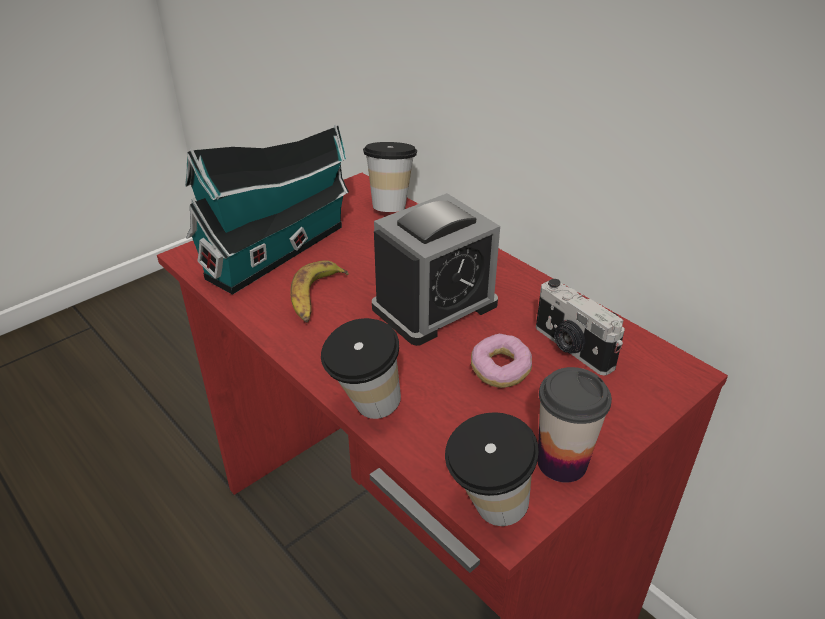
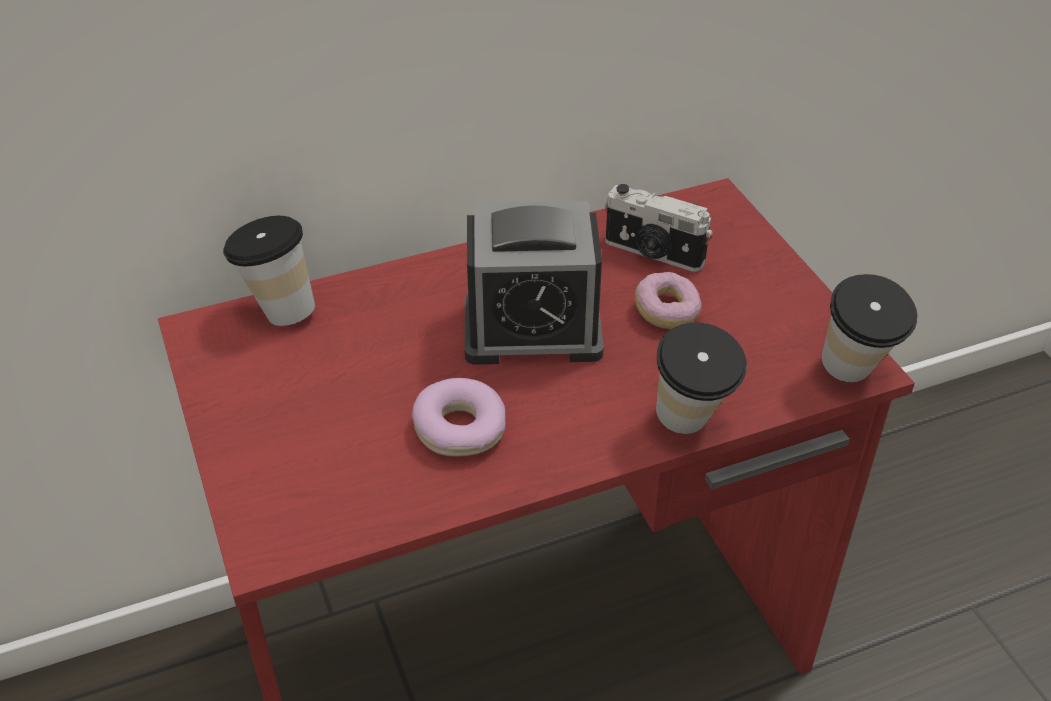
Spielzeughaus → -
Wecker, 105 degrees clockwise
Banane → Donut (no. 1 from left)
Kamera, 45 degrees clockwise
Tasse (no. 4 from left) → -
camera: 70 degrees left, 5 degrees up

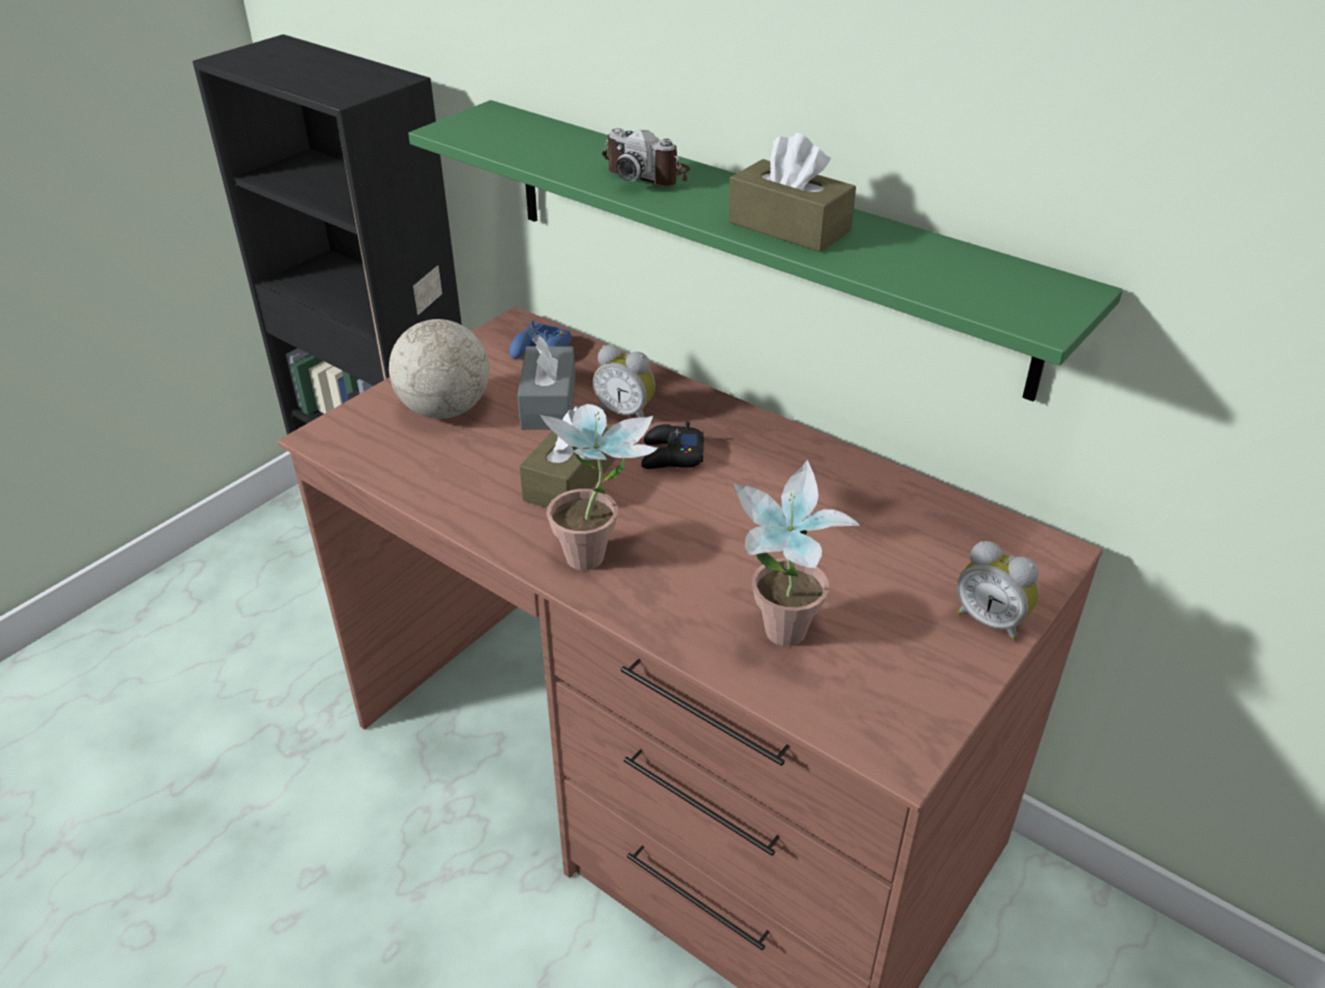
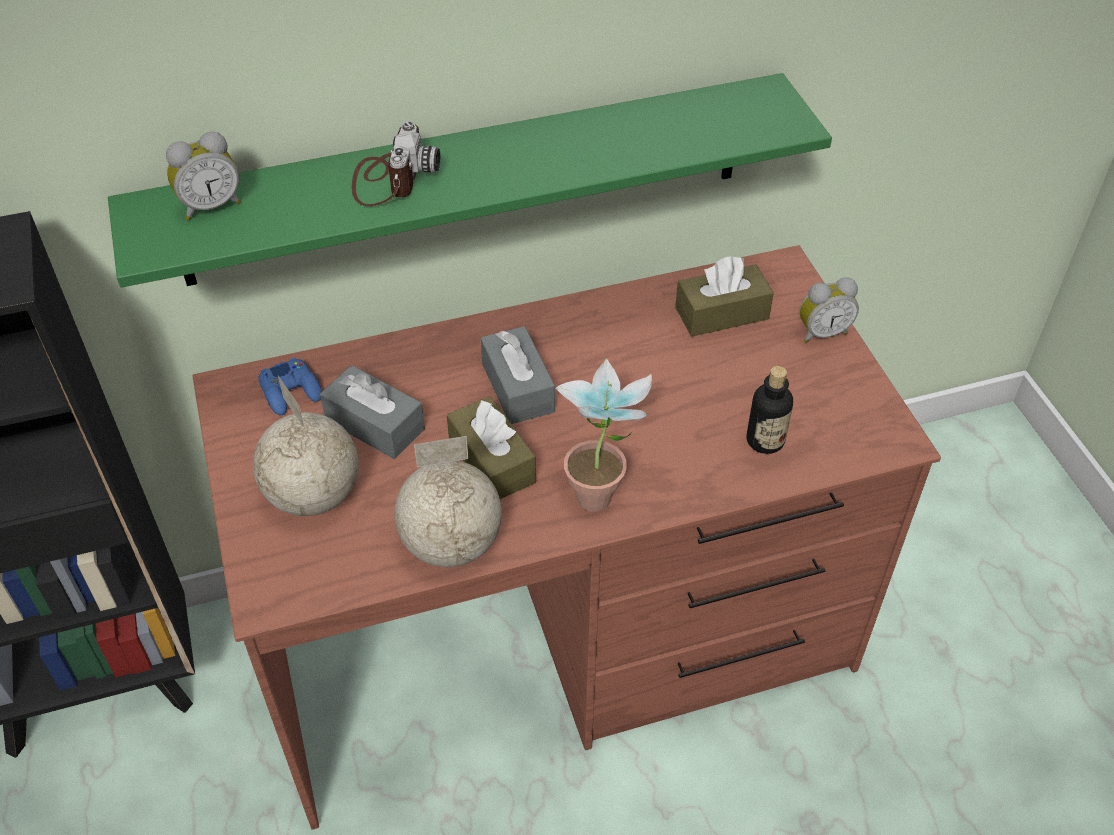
Kamera, 60 degrees counterclockwise
Taschentuchbox/braun (no. 2 from left), shifted
Wecker (no. 1 from left), shifted
Gamepad/schwarz → Taschentuchbox/grau (no. 2 from left)
Topfpflanze (no. 2 from left) → Flasche
- → Globus (no. 2 from left)
camera: 55 degrees left, 10 degrees up

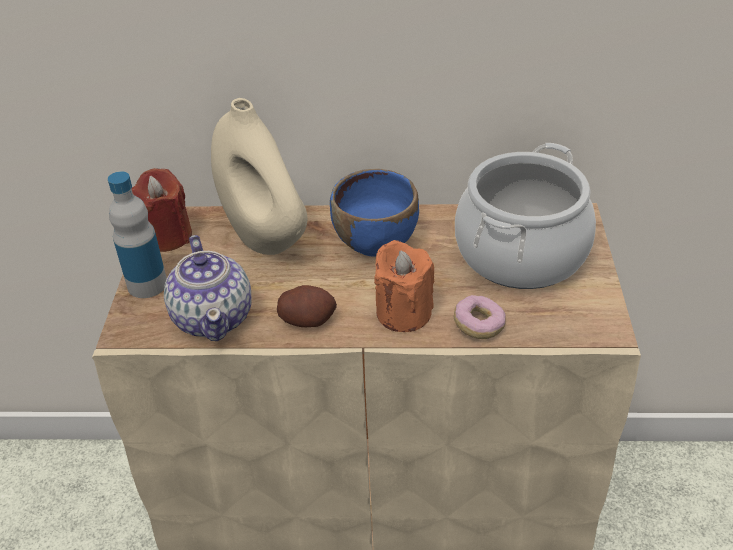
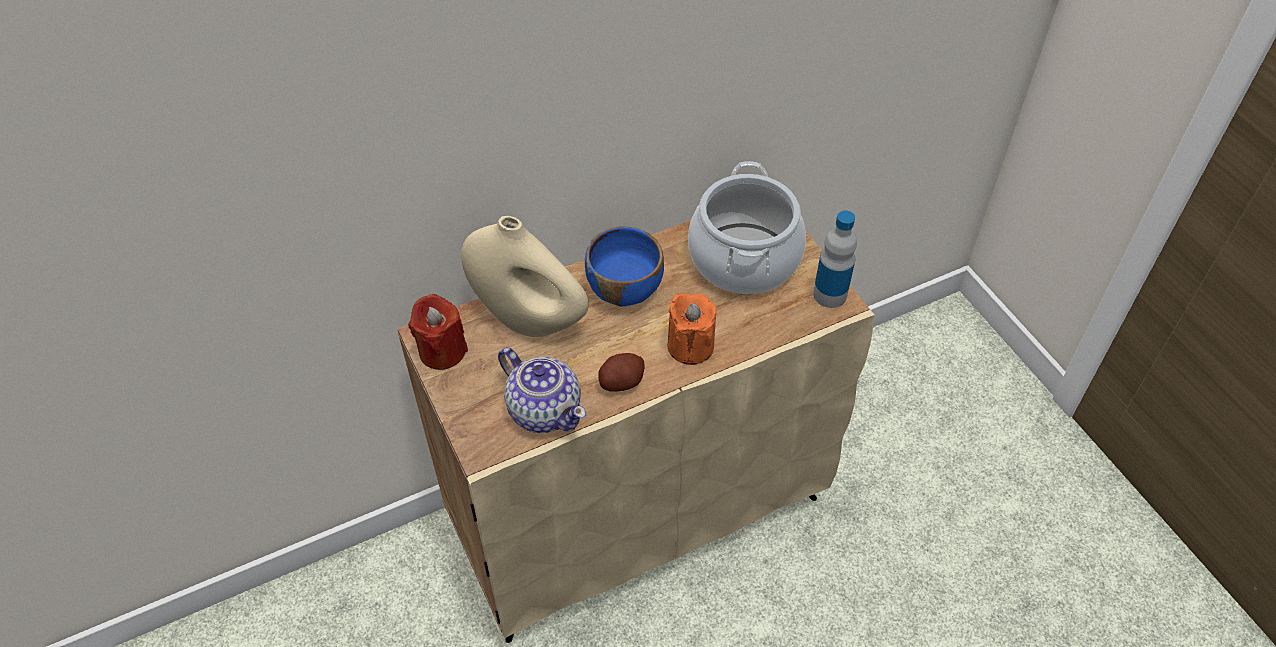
Flasche, shifted
Donut → -
camera: 30 degrees left, 10 degrees up

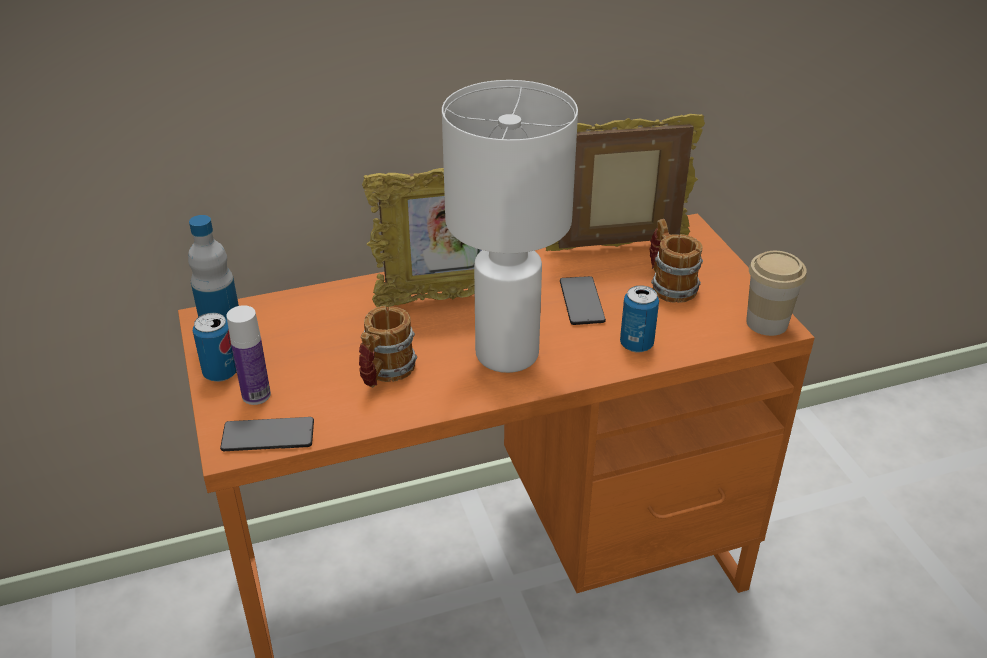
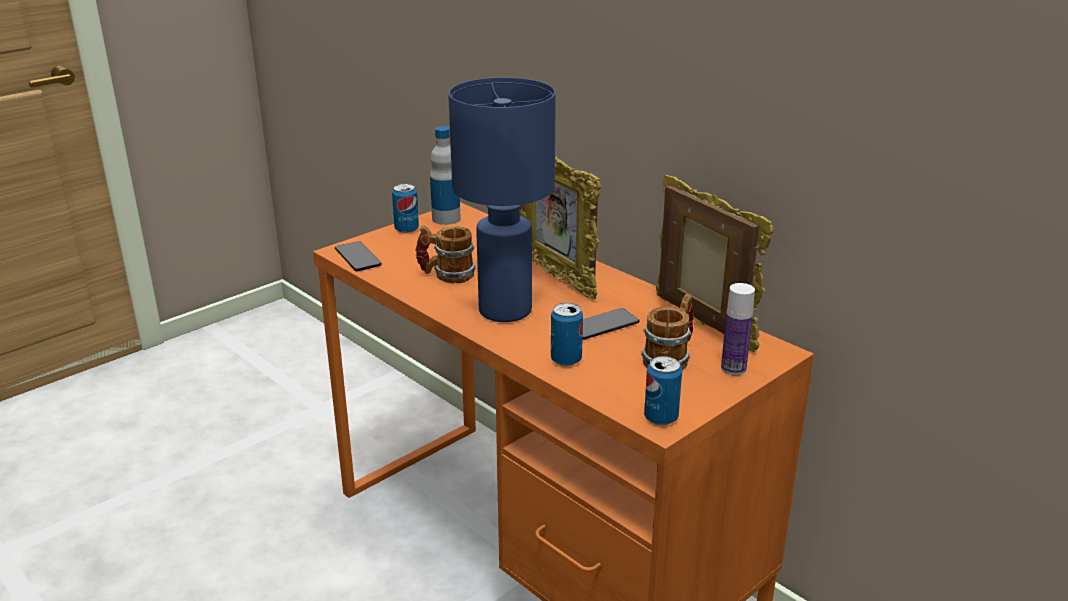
Tischlampe/weiß → Tischlampe/blau
Tasse → Dose (no. 3 from left)
Flasche (no. 2 from left), shifted
camera: 65 degrees right, 10 degrees down

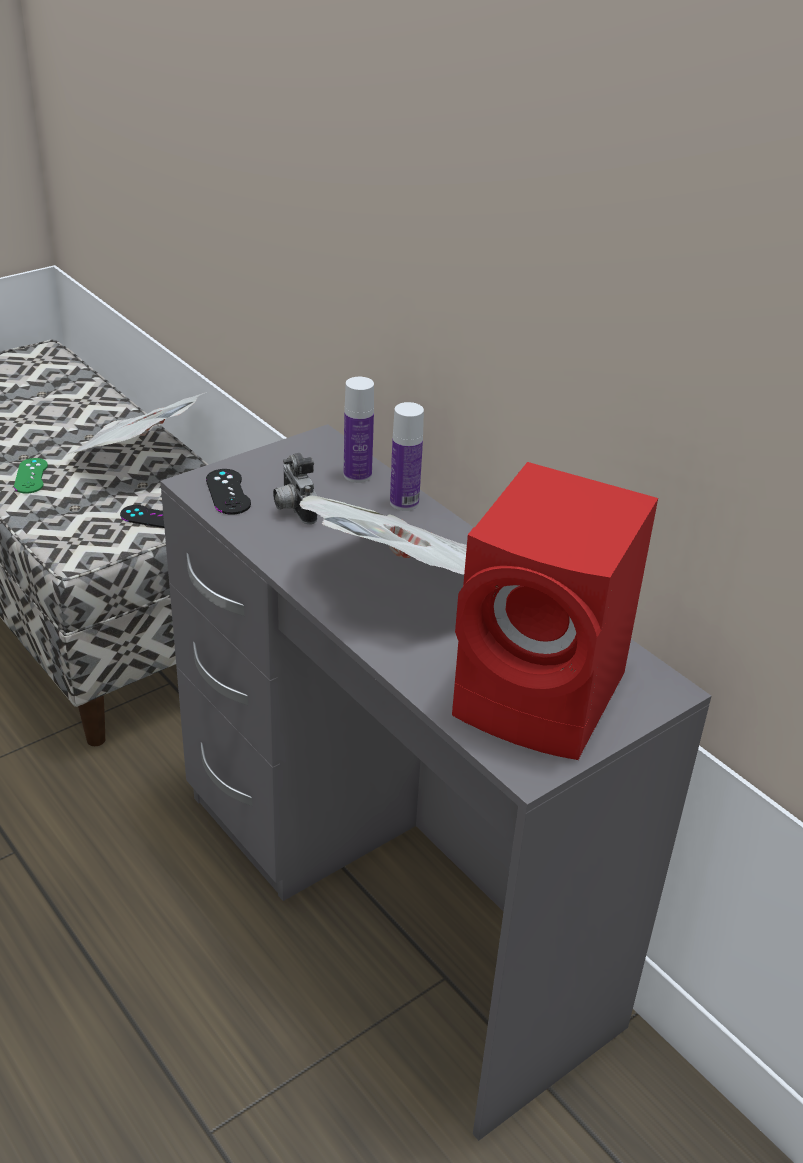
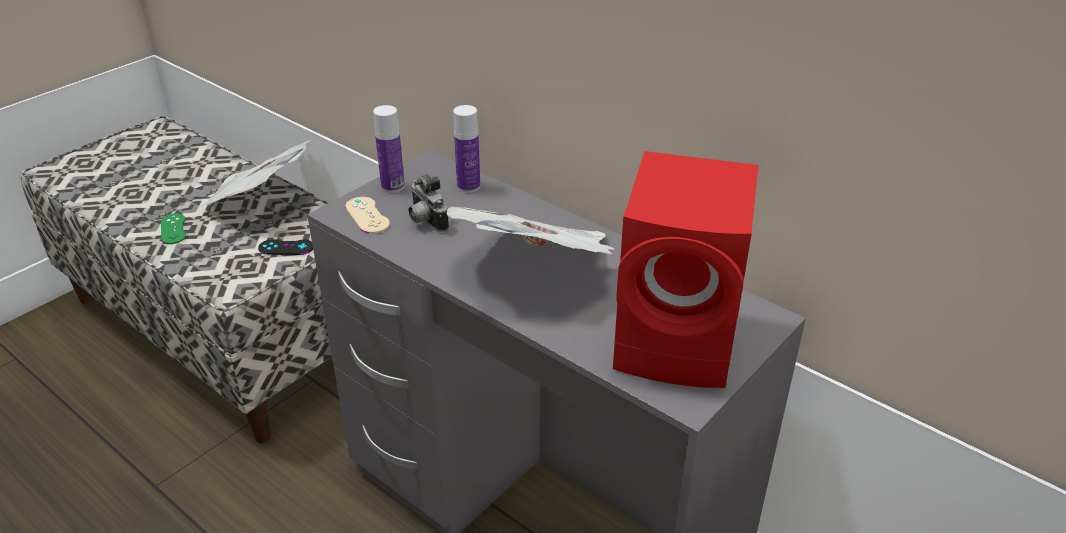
Flasche (no. 2 from left in the first image) → Flasche (no. 1 from left), shifted
Gamepad/schwarz (no. 2 from left) → Gamepad/beige
camera: 10 degrees left, 0 degrees up

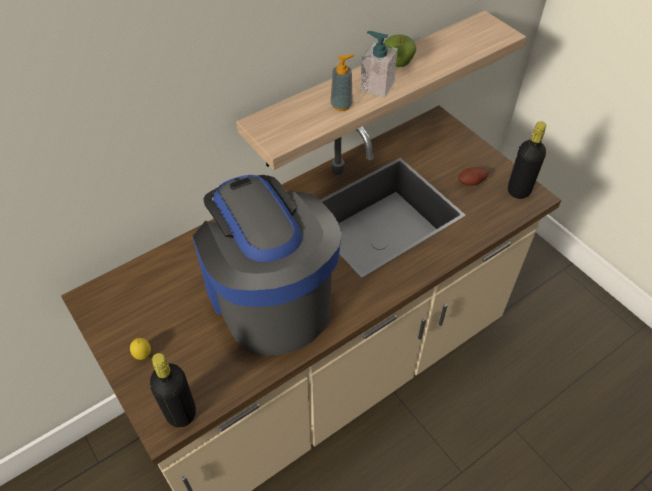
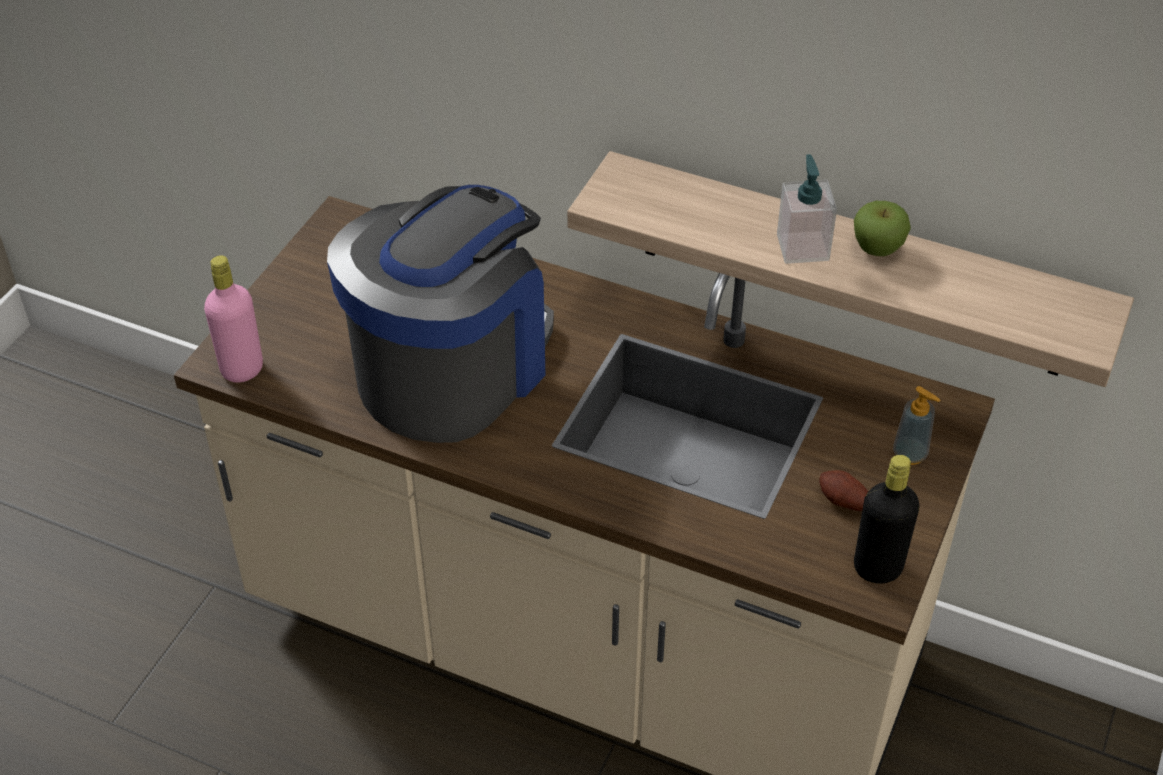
Seifenspender (no. 1 from left in the first image) → Seifenspender (no. 2 from left), shifted
Zitrone → -
Flasche/schwarz (no. 1 from left) → Flasche/rosa
camera: 60 degrees right, 5 degrees down

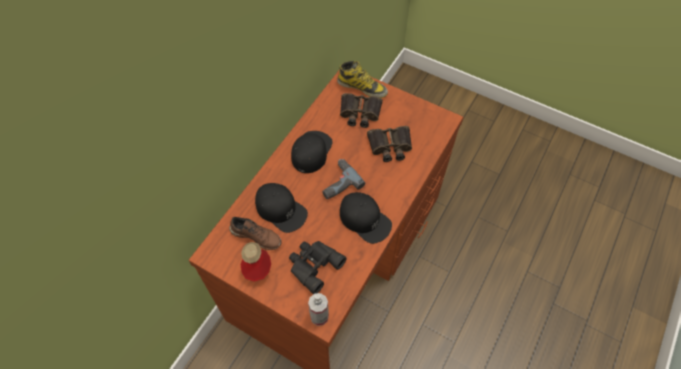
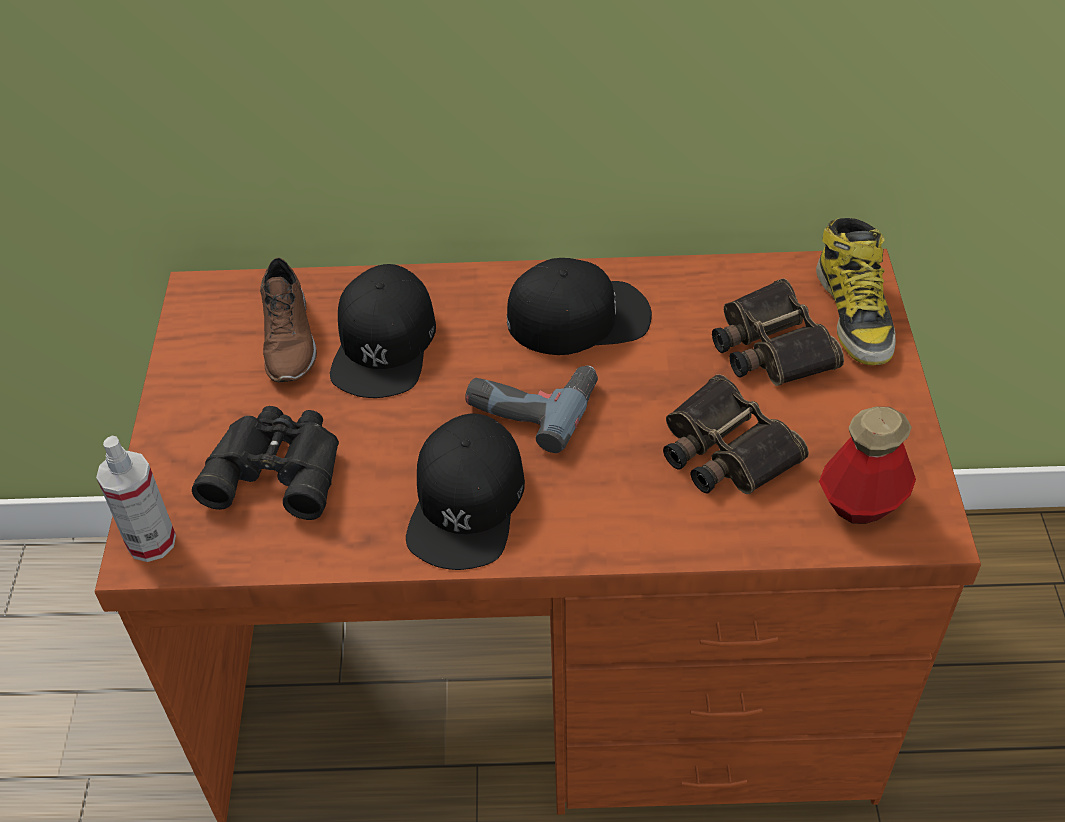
Flasche, shifted
camera: 60 degrees right, 10 degrees down

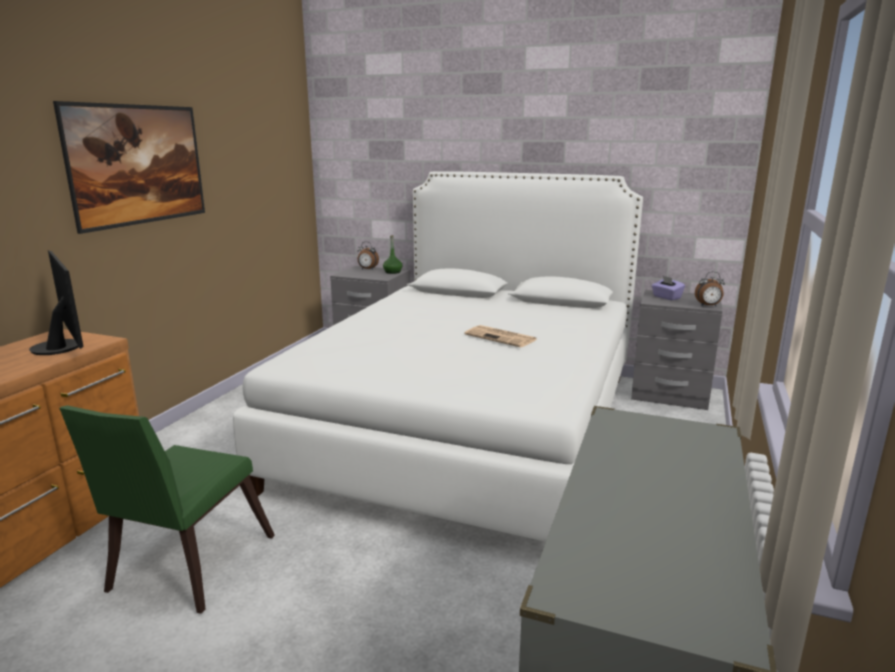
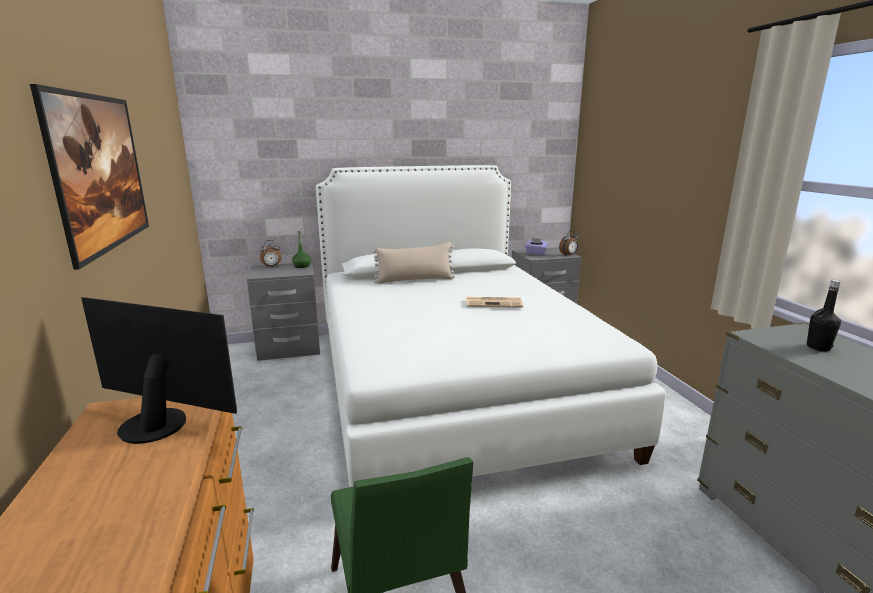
- → Kissen/beige
- → Flasche/schwarz
camera: 35 degrees left, 0 degrees up

